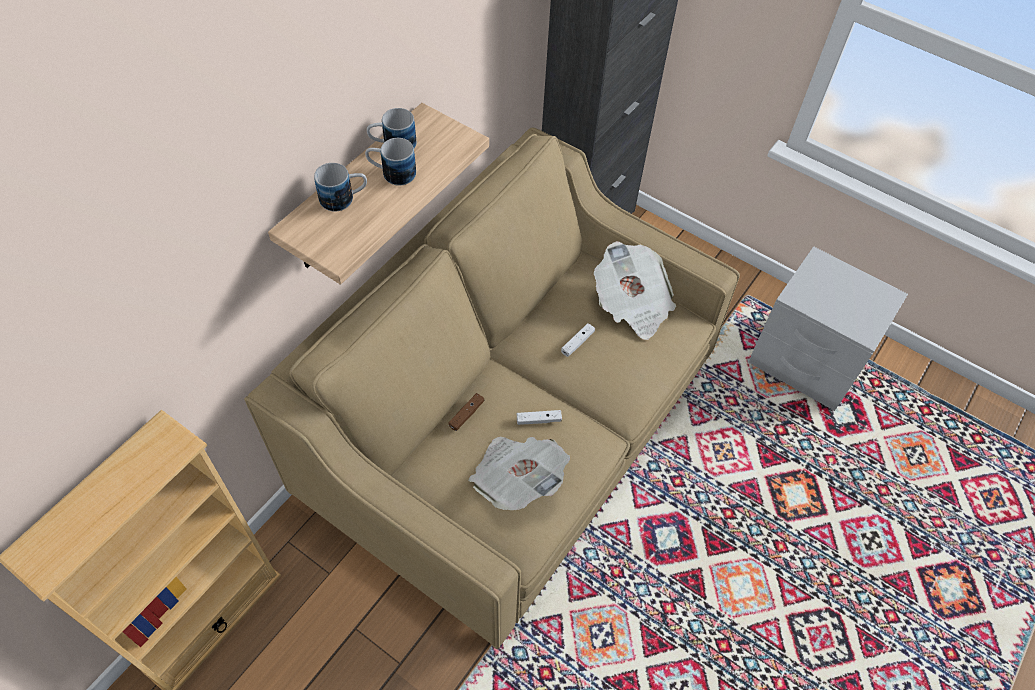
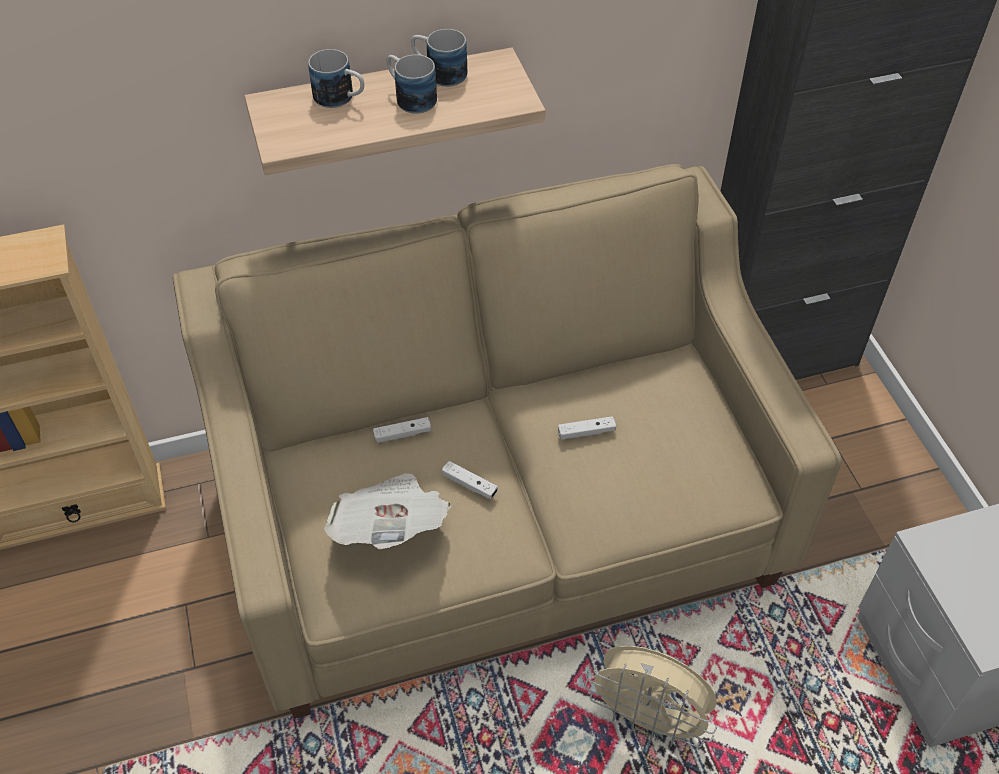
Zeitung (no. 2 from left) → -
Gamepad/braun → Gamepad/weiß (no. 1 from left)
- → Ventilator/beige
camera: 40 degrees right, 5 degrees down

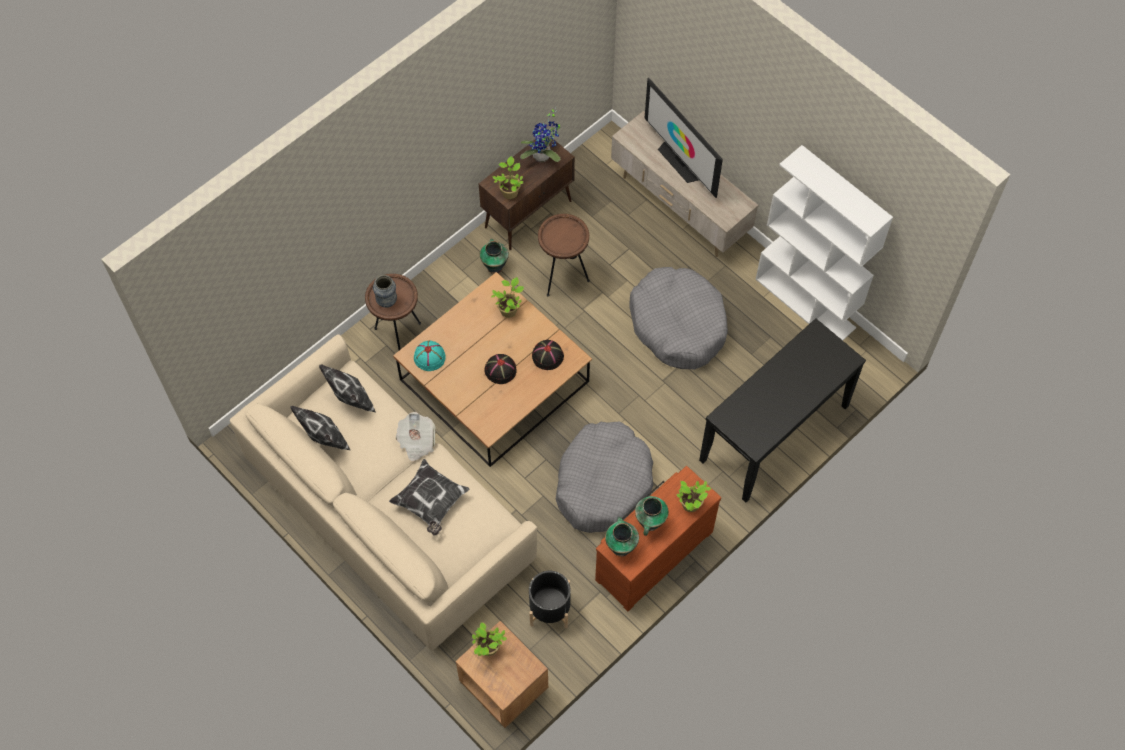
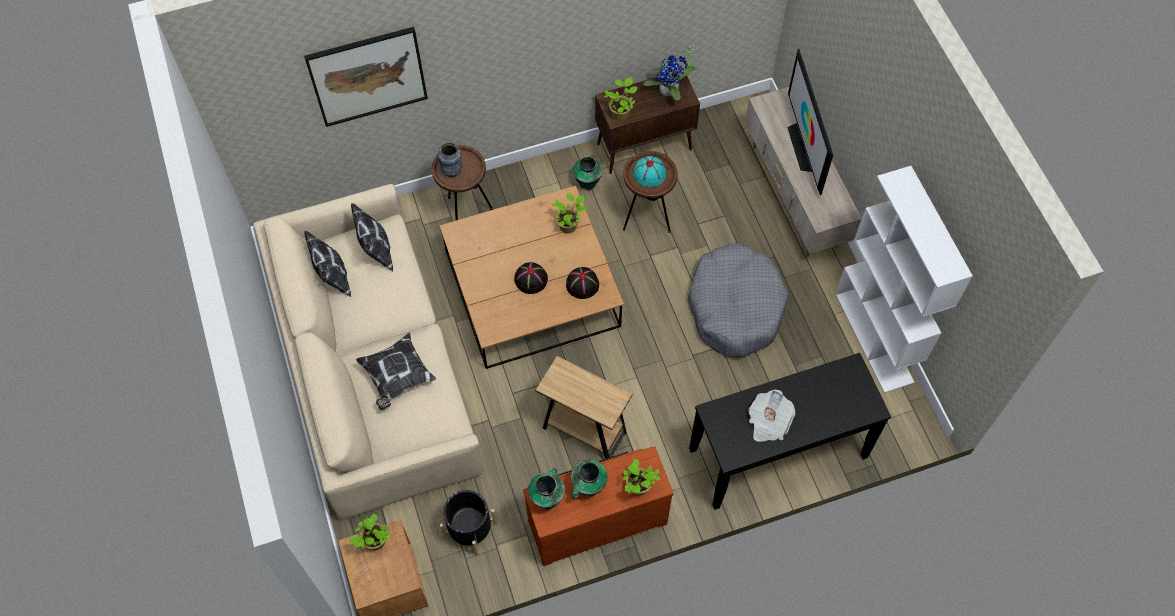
Hut/türkis, shifted
Zeitung, shifted
Hundebett/grau (no. 1 from left) → Beistelltisch/braun (no. 2 from left)
- → Bild
camera: 25 degrees right, 0 degrees up

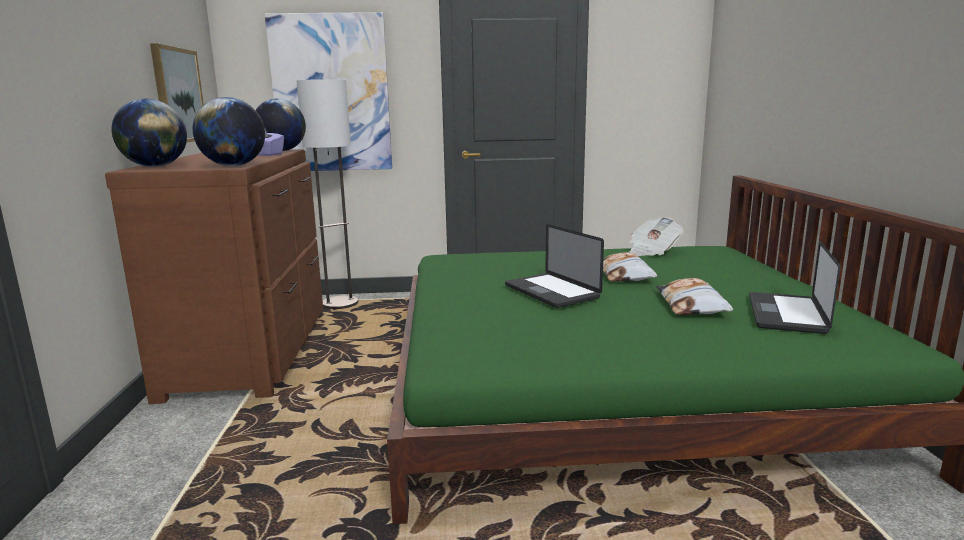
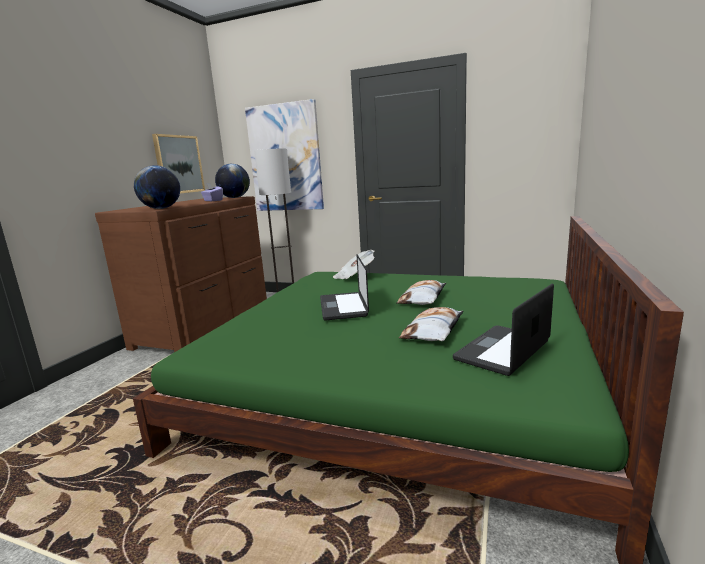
Globus (no. 1 from left) → -
Zeitung, shifted
camera: 25 degrees right, 0 degrees up

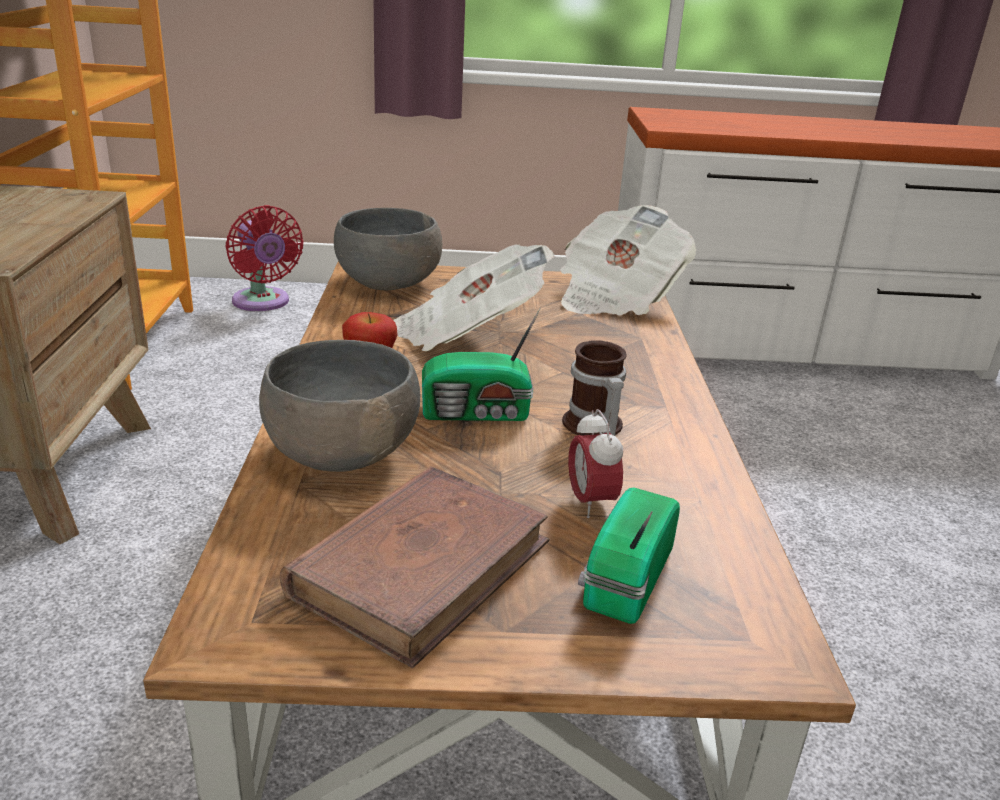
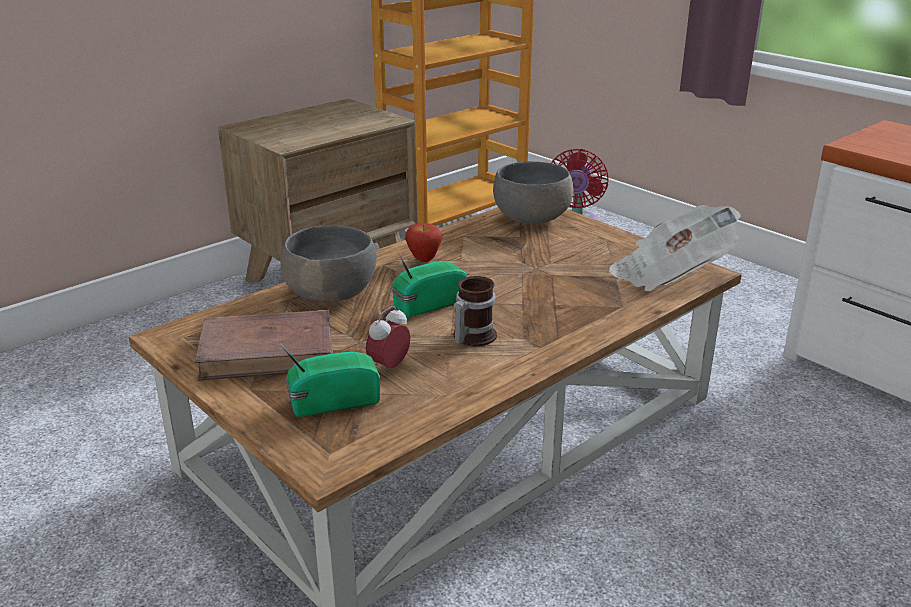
Zeitung (no. 1 from left) → -
Radio (no. 1 from left in the first image) → Radio (no. 2 from left), 105 degrees clockwise
camera: 50 degrees right, 0 degrees up

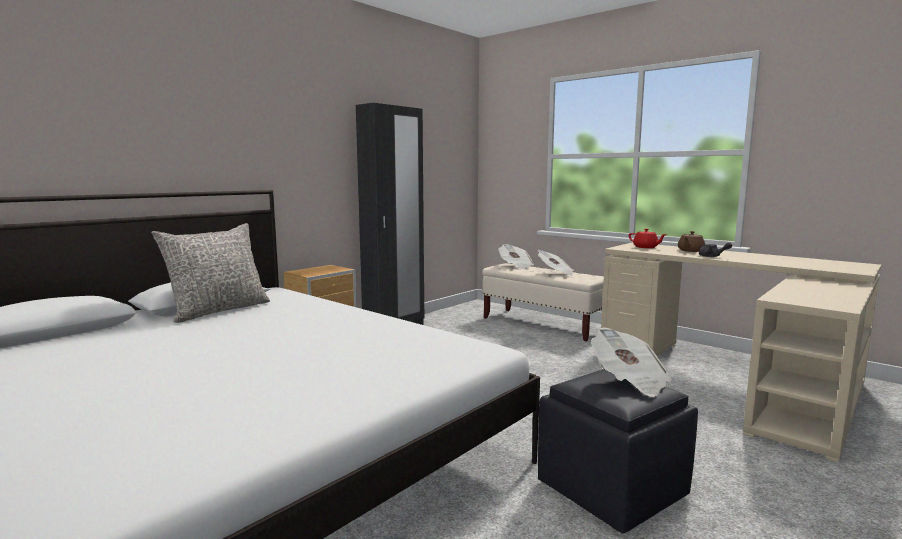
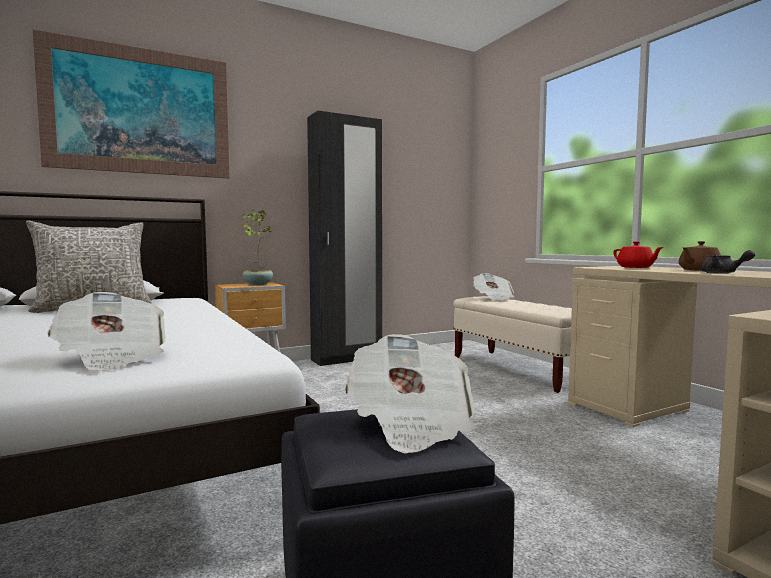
Zeitung (no. 2 from left in the first image) → Zeitung (no. 1 from left), shifted
- → Bild
- → Topfpflanze
camera: 20 degrees right, 5 degrees down

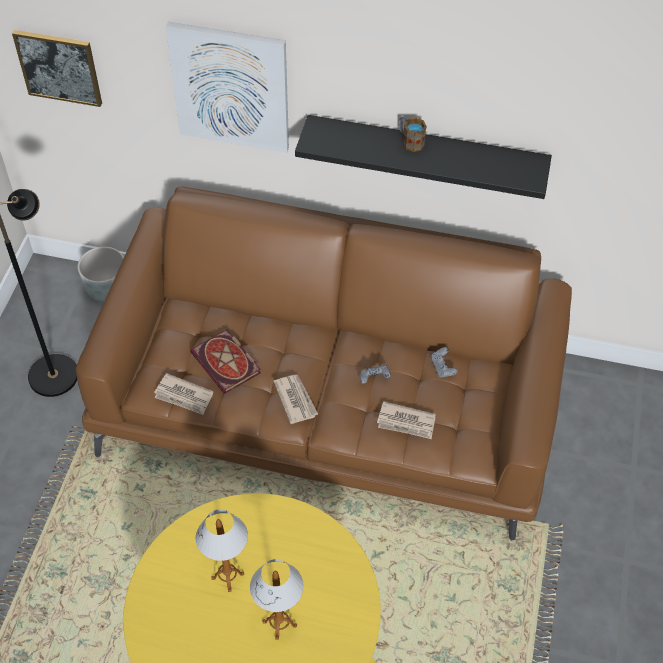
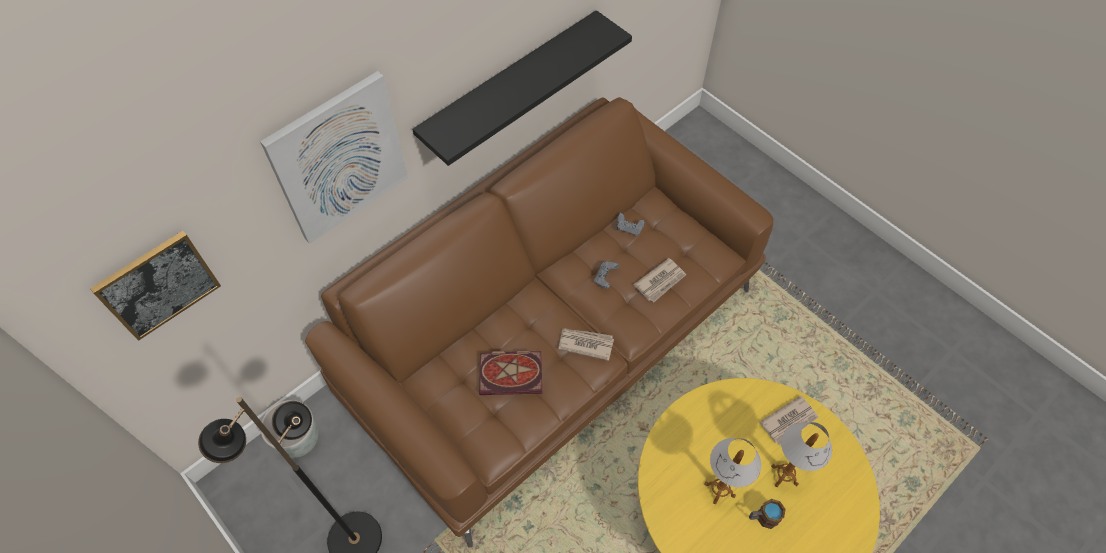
Henkelbecher, shifted
Zeitung (no. 1 from left in the first image) → Zeitung (no. 3 from left), shifted
camera: 55 degrees left, 5 degrees up

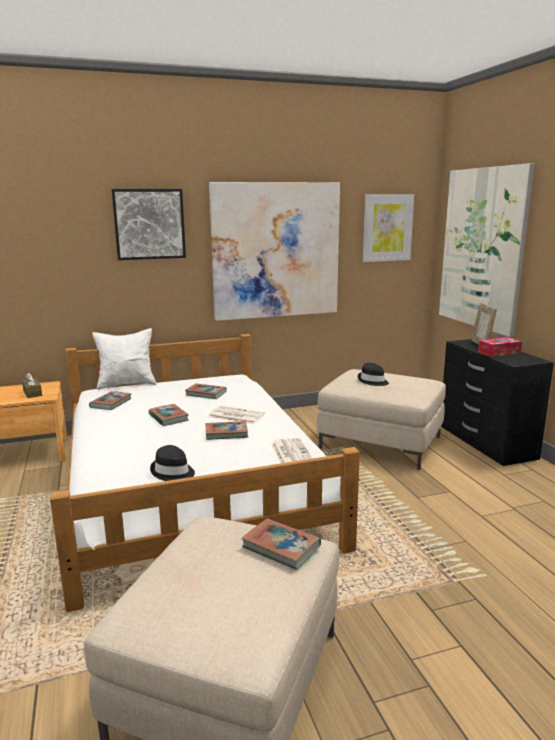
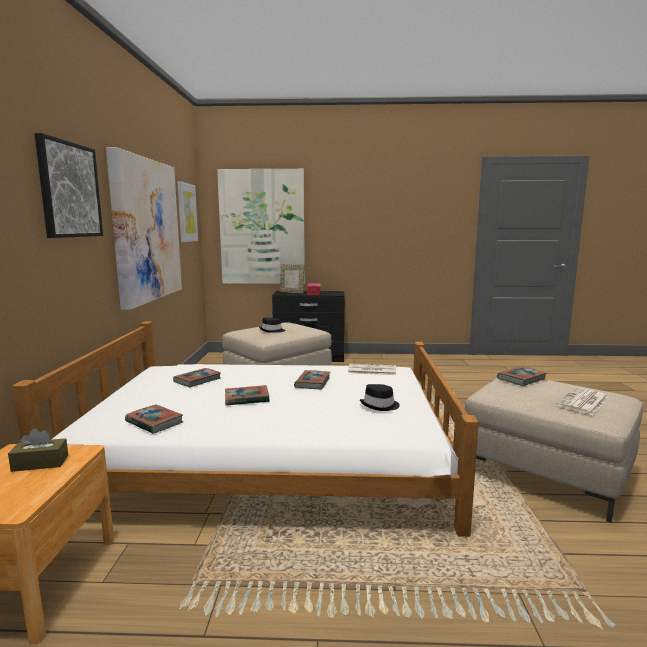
Kissen/weiß → -
Zeitung (no. 1 from left in the first image) → Zeitung (no. 2 from left), shifted
camera: 70 degrees left, 5 degrees down

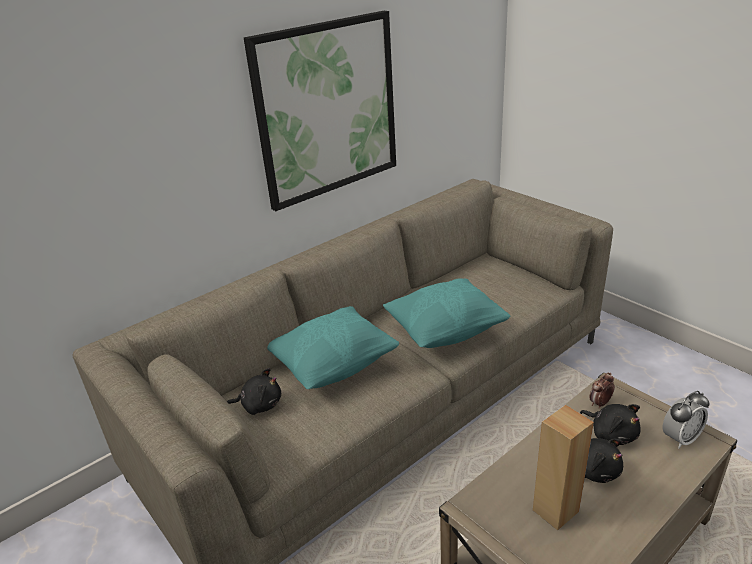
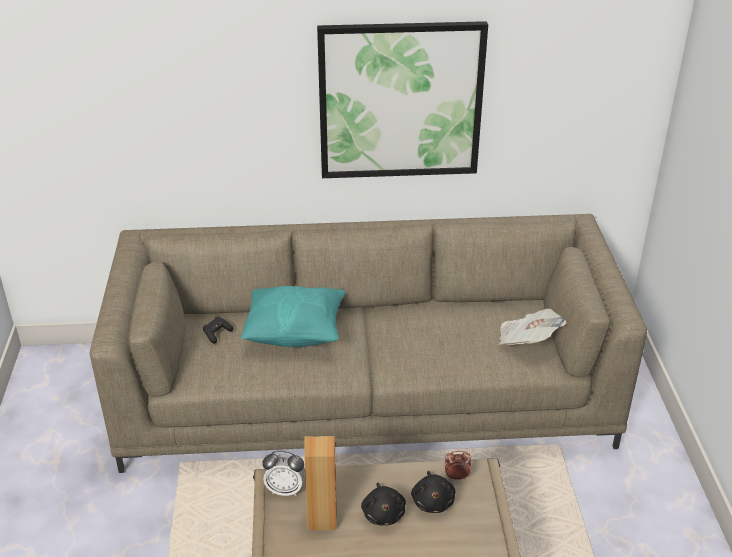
Kissen/türkis (no. 2 from left) → -
Plüschtier/schwarz (no. 1 from left) → Gamepad/schwarz
Wecker (no. 2 from left in the first image) → Wecker (no. 1 from left), shifted
- → Zeitung
camera: 35 degrees right, 5 degrees up

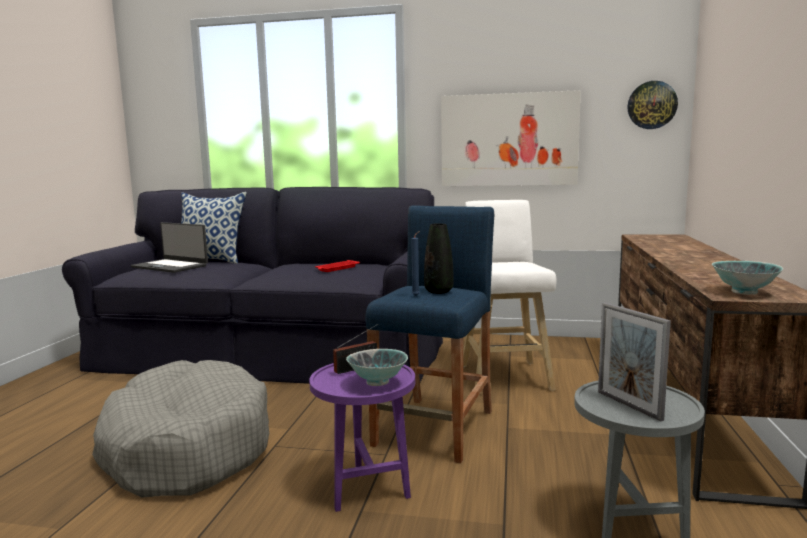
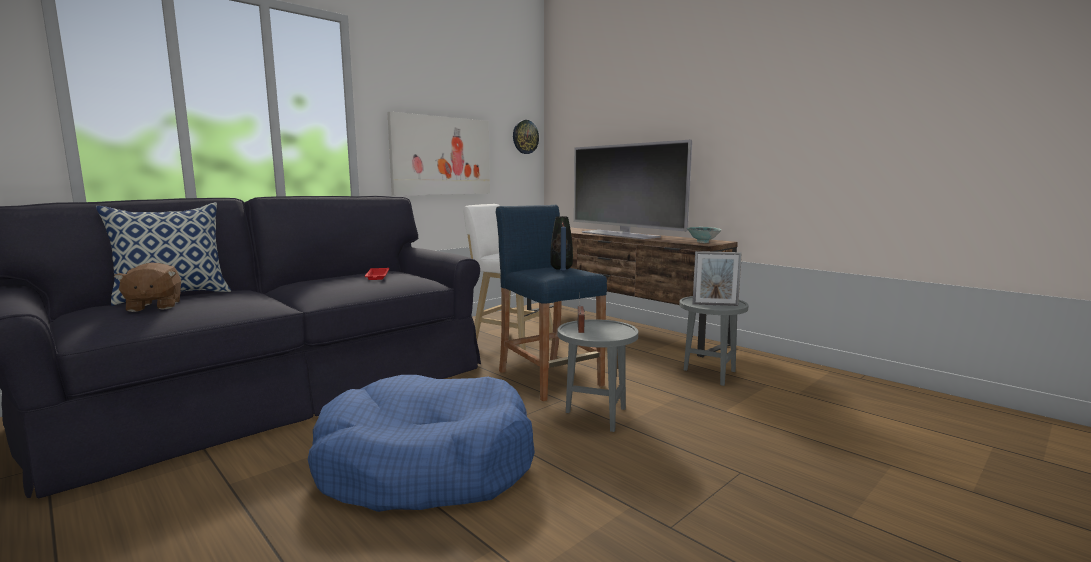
Laptop → Plüschtier/braun
Schüssel (no. 1 from left) → -
Hundebett/grau → Hundebett/blau
Beistelltisch/lila → Beistelltisch/grau (no. 1 from left)
- → Fernseher
camera: 55 degrees left, 0 degrees up

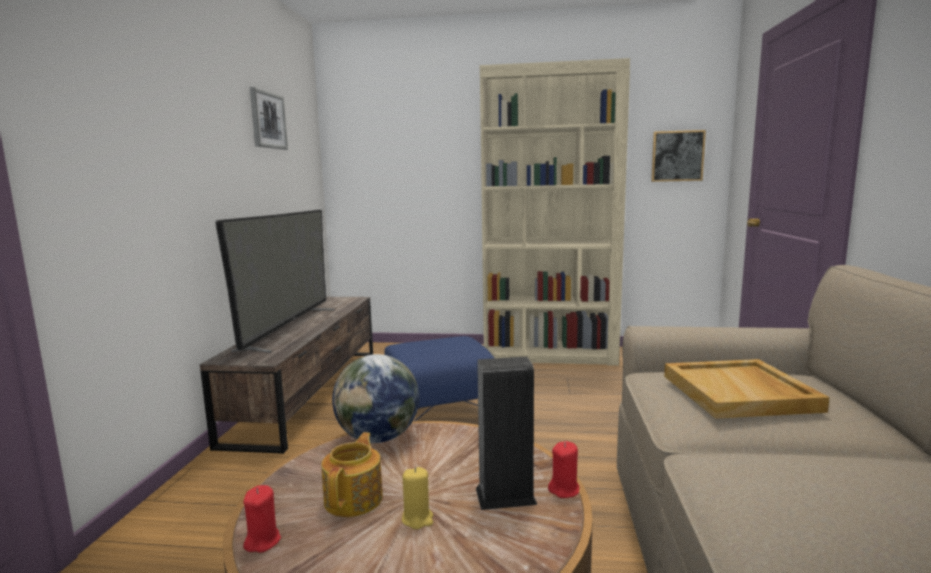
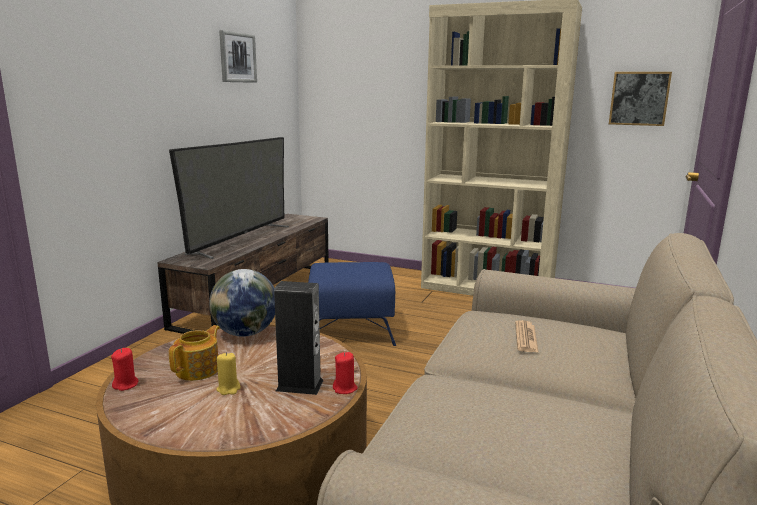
Tablett/beige → Zeitung
camera: 15 degrees right, 5 degrees up

